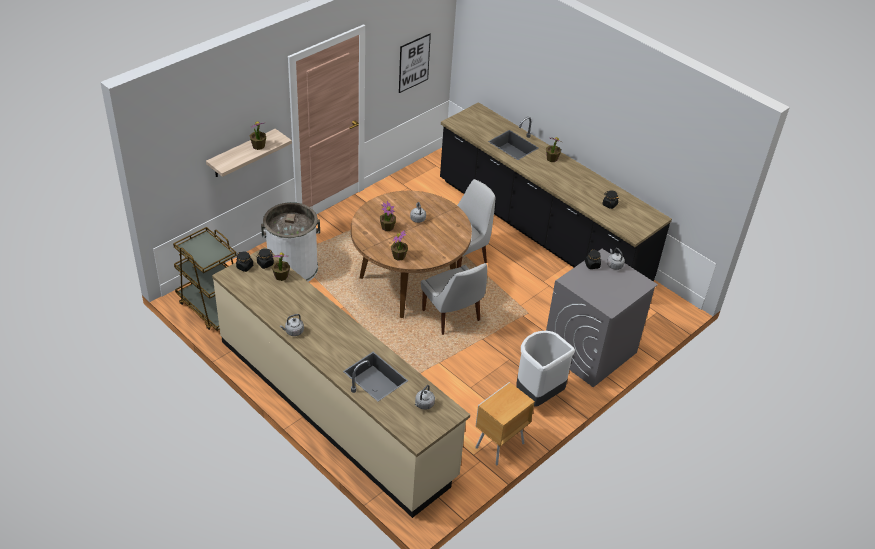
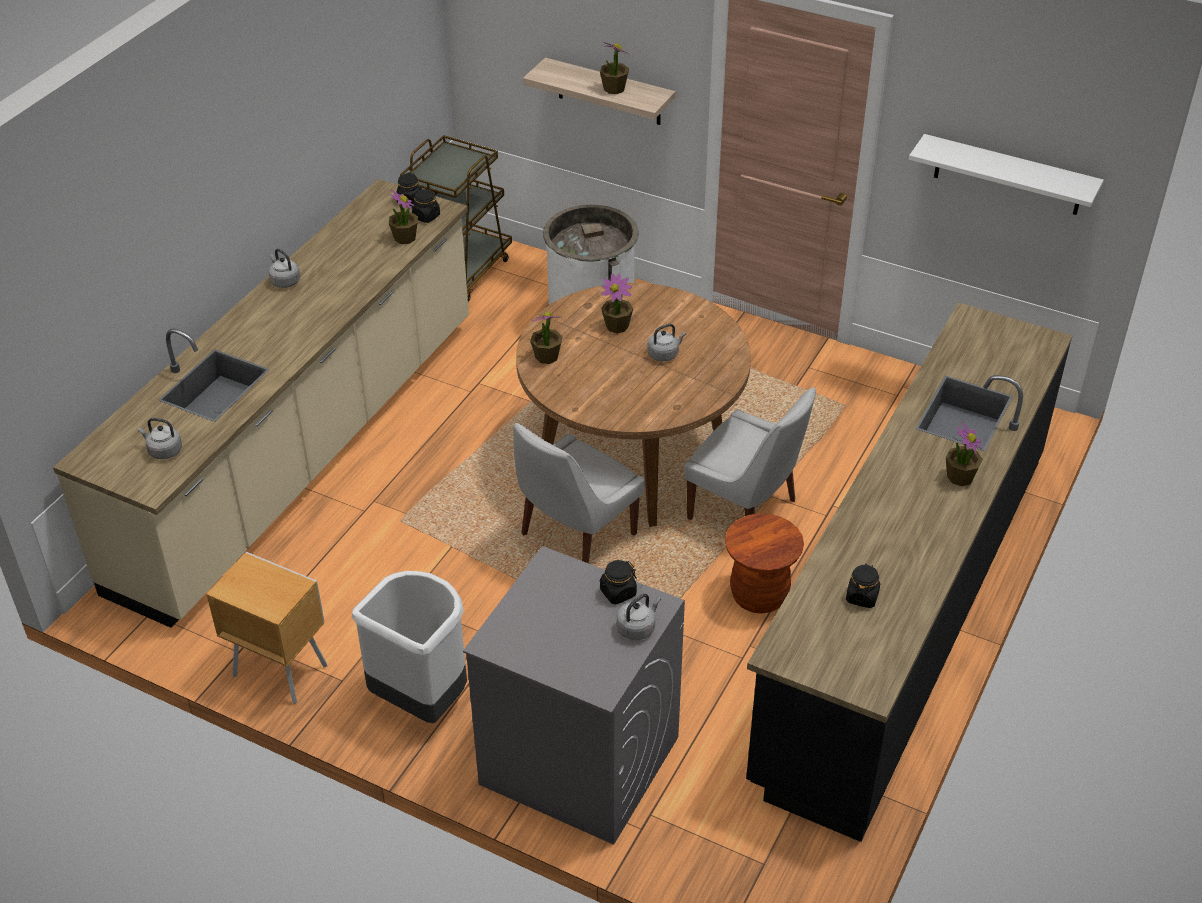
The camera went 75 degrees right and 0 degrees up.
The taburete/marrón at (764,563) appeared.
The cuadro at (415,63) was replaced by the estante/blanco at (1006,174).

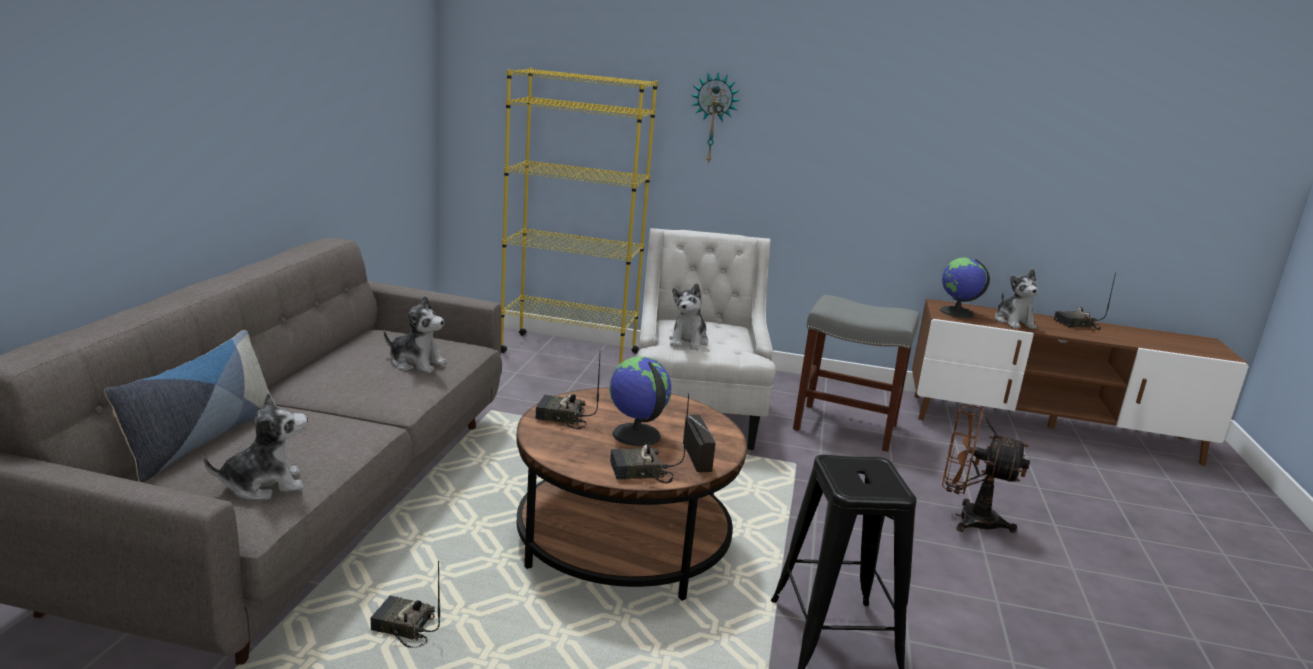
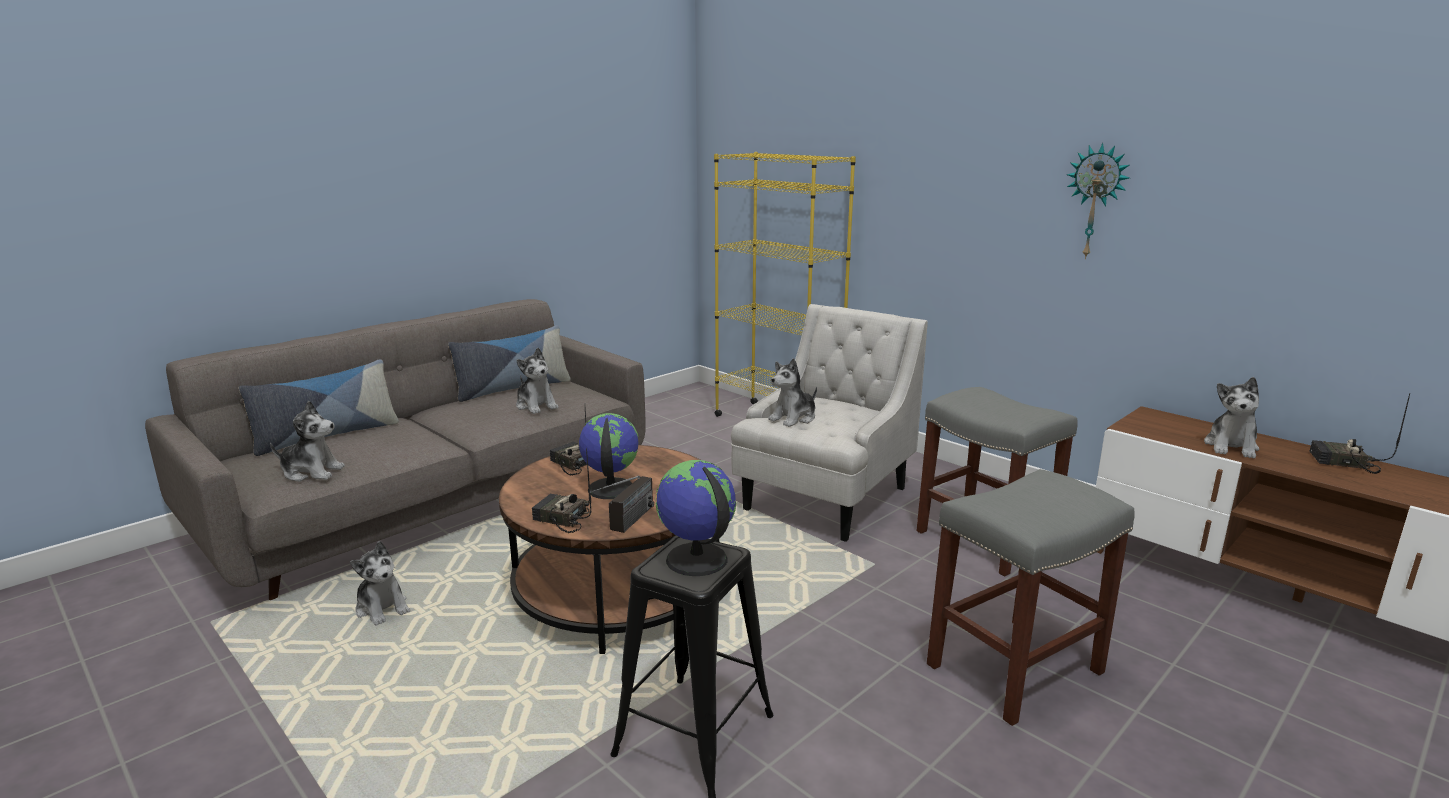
The camera went 35 degrees right and 0 degrees up.
The cojín at (509,363) appeared.
The reloj de pared moved from (715,118) to (1098,201).
The globo terráqueo moved from (965,287) to (695,518).
The radio at (405,604) was replaced by the peluche at (380,583).
The ventilador/marrón at (986,468) was replaced by the taburete/gris at (1031,597).

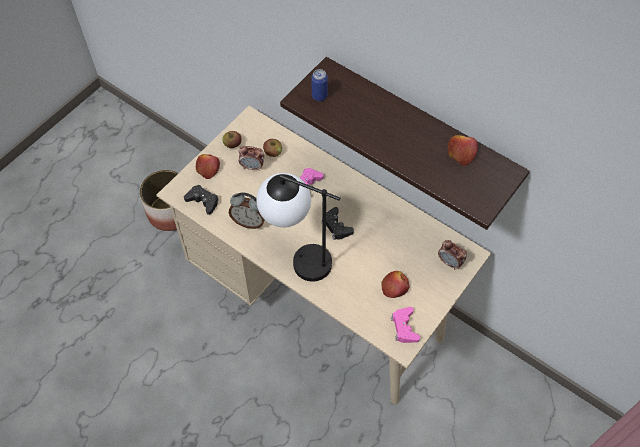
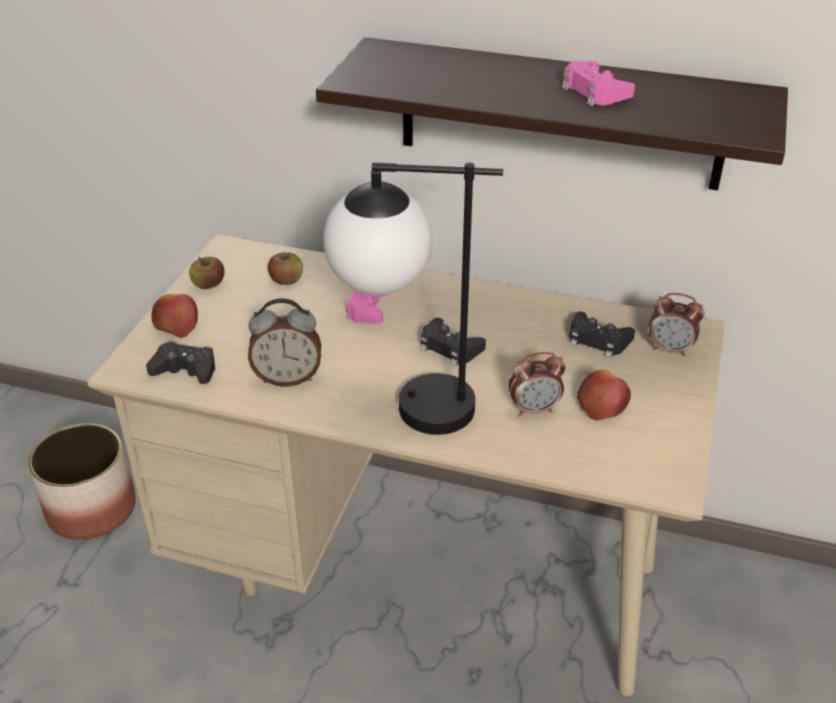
The camera went 20 degrees left and 20 degrees down.
The lata at (320,85) disappeared.
The manzana at (463,150) disappeared.
The mando de consola/negro at (602,334) appeared.
The despertador moved from (251,158) to (536,384).
The mando de consola/rosa moved from (405,325) to (598,83).

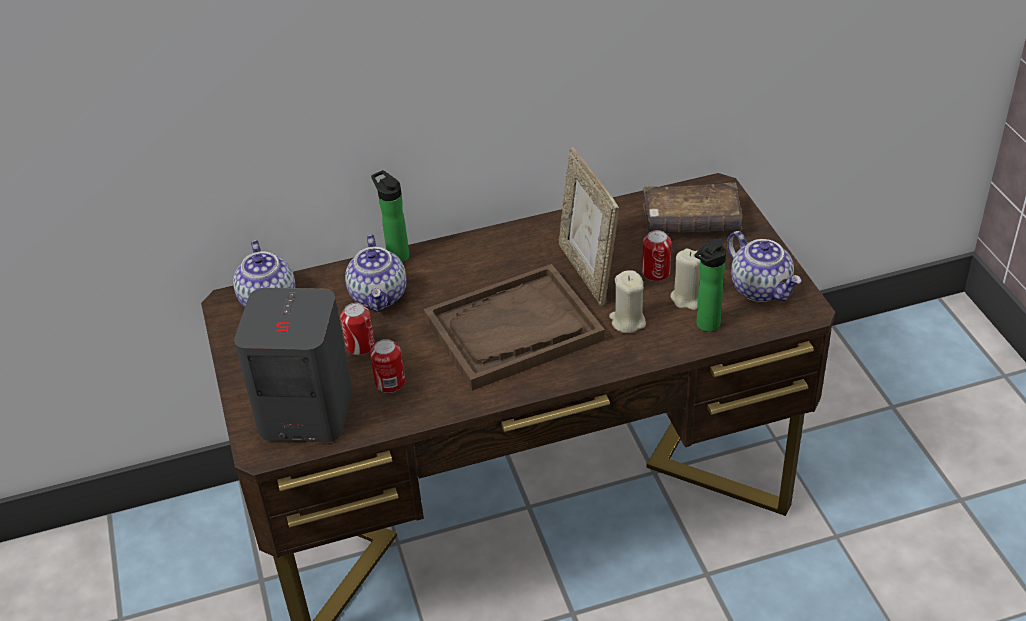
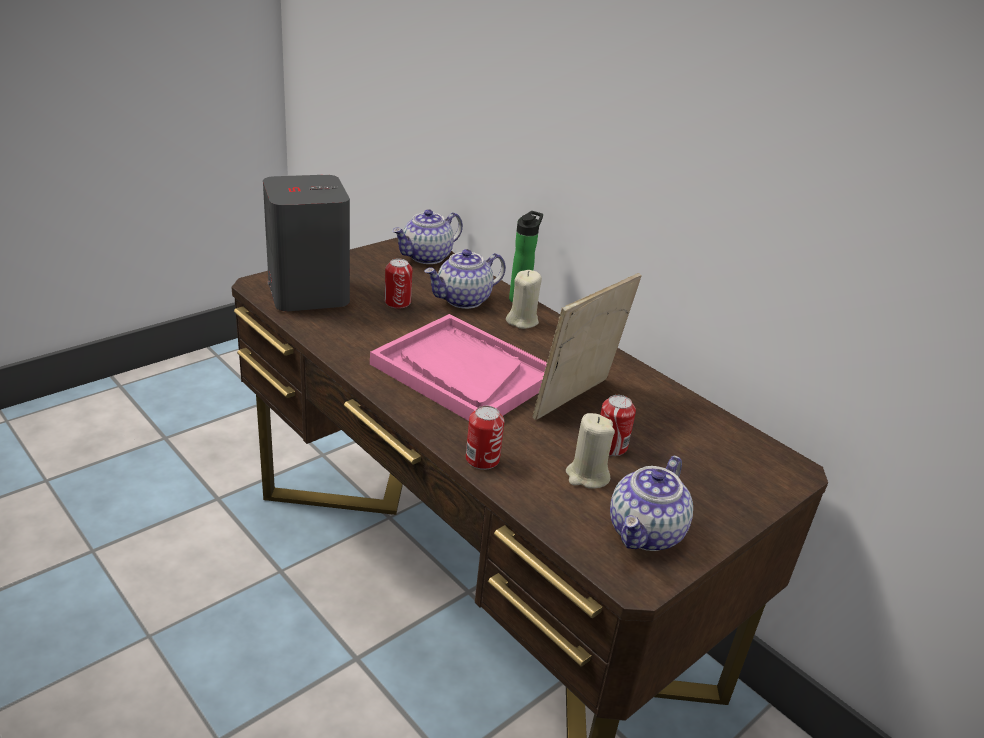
The camera went 60 degrees right and 10 degrees down.
The libro/marrón at (692,208) disappeared.
The botella at (710,285) disappeared.
The lata moved from (387,366) to (485,438).
The vela/beis moved from (627,301) to (524,299).
The bandeja/marrón at (514,327) became the bandeja/rosa at (458,367).

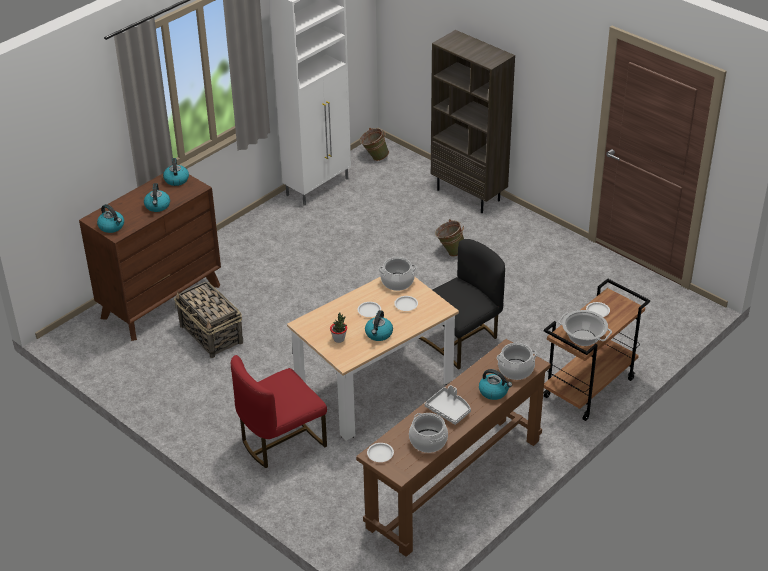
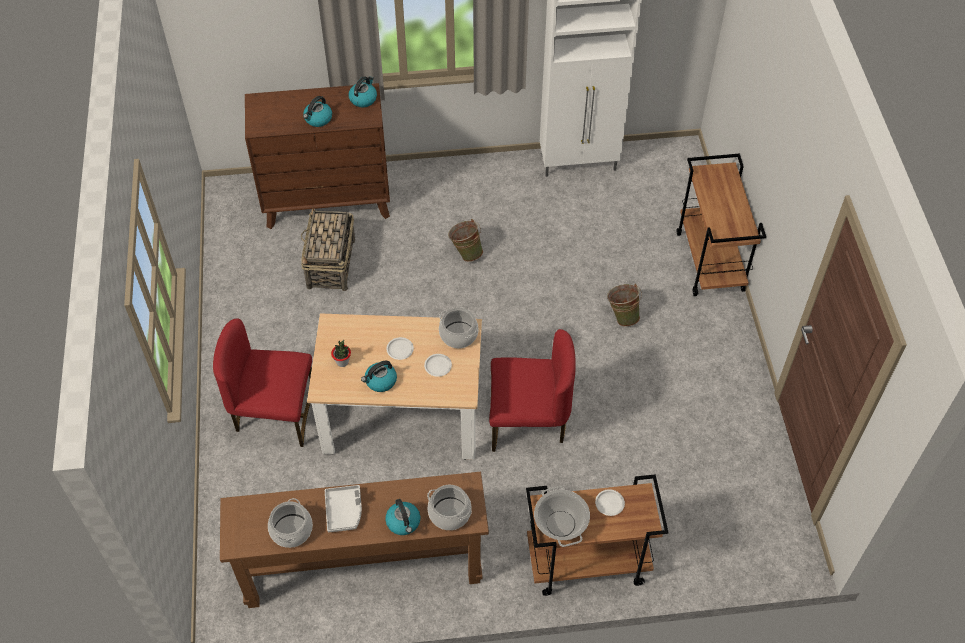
The camera went 40 degrees right and 15 degrees up.
The hervidor at (110,218) disappeared.
The plato/blanco at (380,452) disappeared.
The cubo/verde moved from (374,144) to (465,240).
The estantería/marrón at (473,121) was replaced by the carrito/marrón at (721,225).
The silla/negro at (462,304) became the silla/rojo at (532,390).

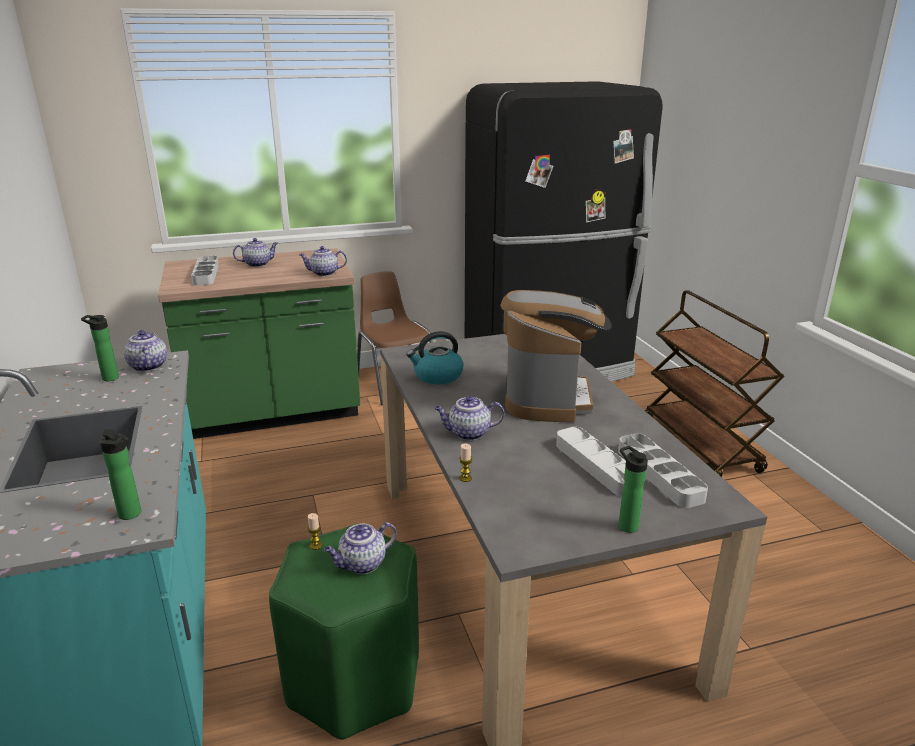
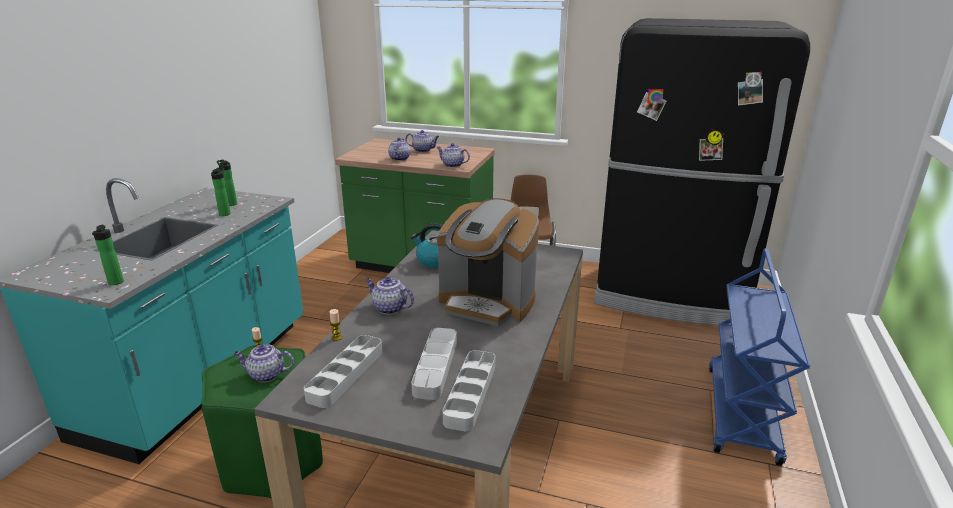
The camera went 35 degrees right and 0 degrees up.
The tetera moved from (145,351) to (399,149).
The bandeja/gris moved from (205,270) to (343,371).
The botella moved from (633,489) to (221,192).
The carrito/marrón at (714,383) became the carrito/azul at (759,357).
The cafetera at (556,356) turned 75 degrees clockwise.

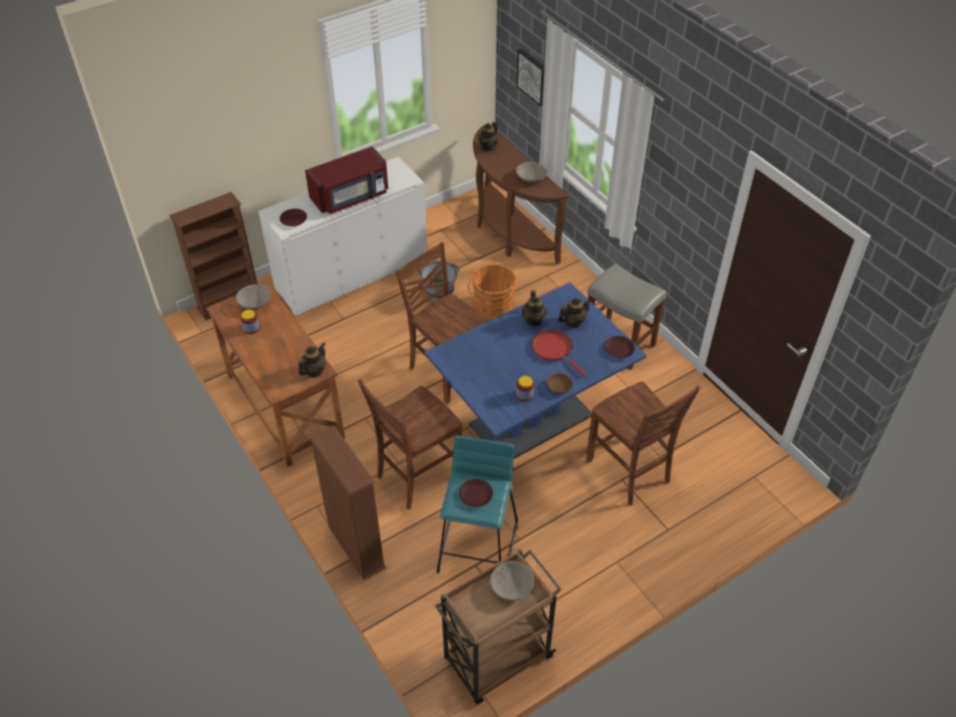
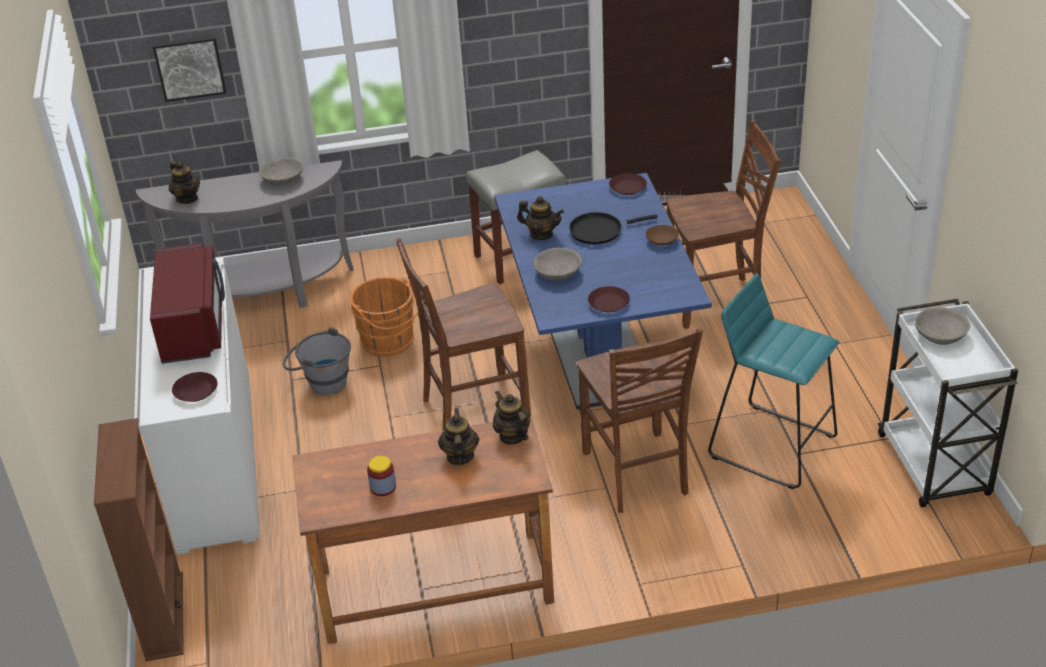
The camera went 65 degrees left and 10 degrees down.
The estantería/marrón at (348,503) disappeared.
The tarro at (525,388) disappeared.
The cuenco/gris moved from (253,297) to (558,264).
The plato/marrón moved from (476,493) to (609,299).
The tetera moved from (575,312) to (458,436).
The carrito/marrón at (498,626) became the carrito/blanco at (948,403).
The mesa consola/marrón at (521,194) became the mesa consola/gris at (245,234).
The sartén/rojo at (559,353) became the sartén/negro at (613,228).

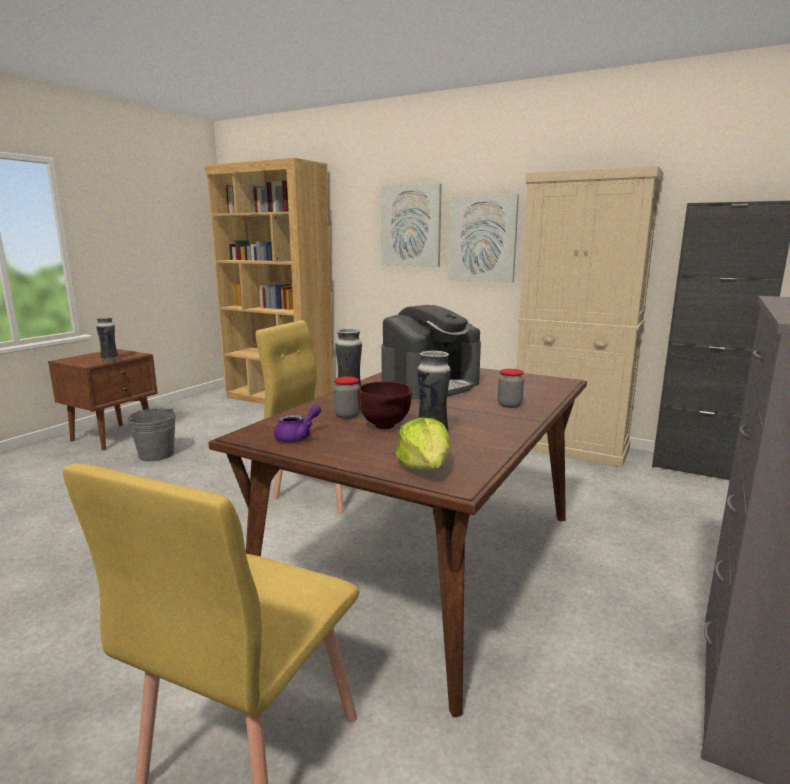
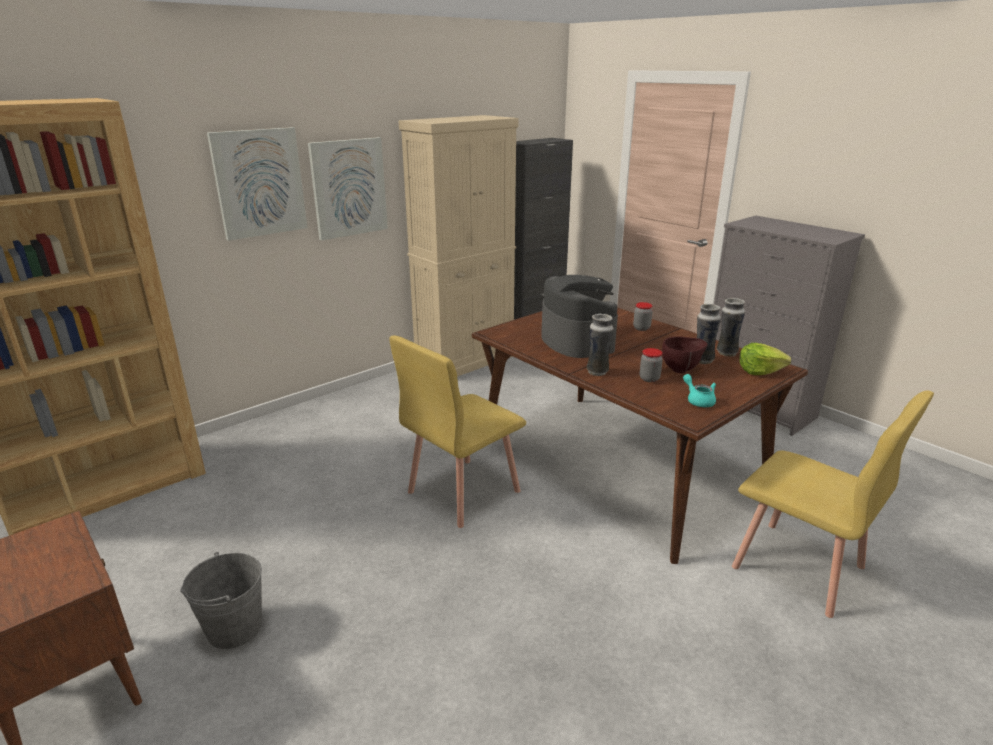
The camera went 70 degrees left and 10 degrees up.
The florero moved from (107,339) to (731,327).
The tetera/morado at (297,423) became the tetera/turquesa at (699,390).

